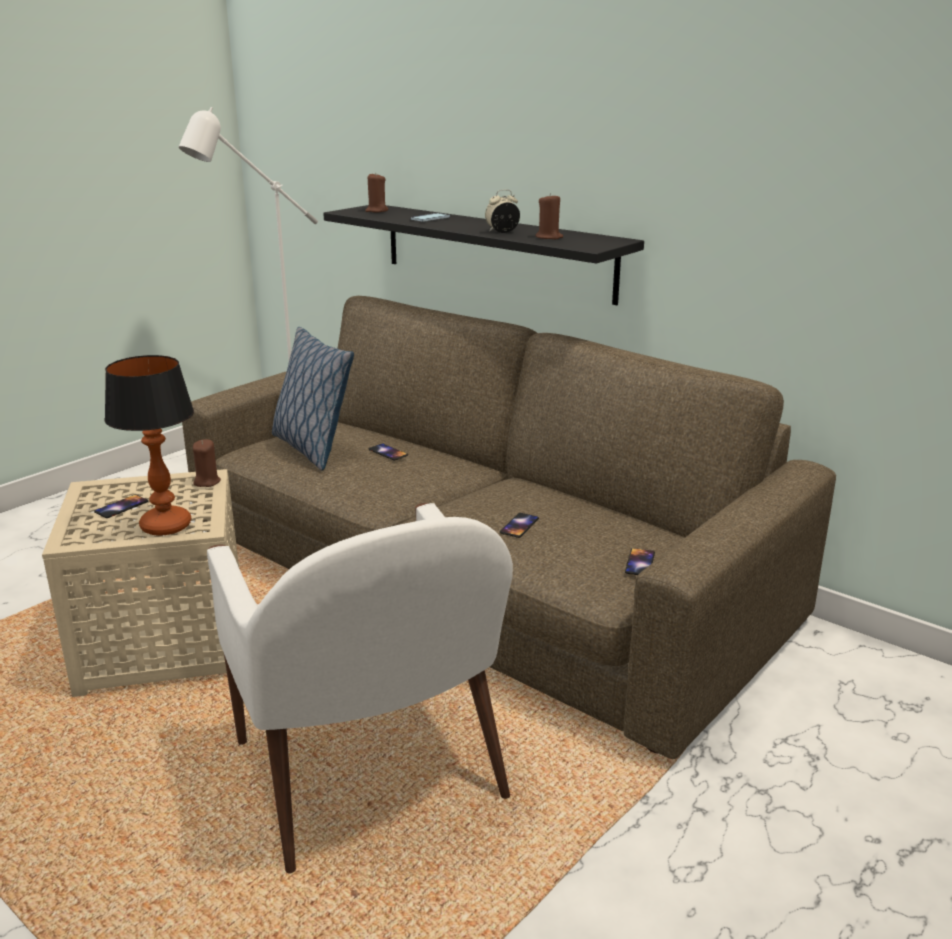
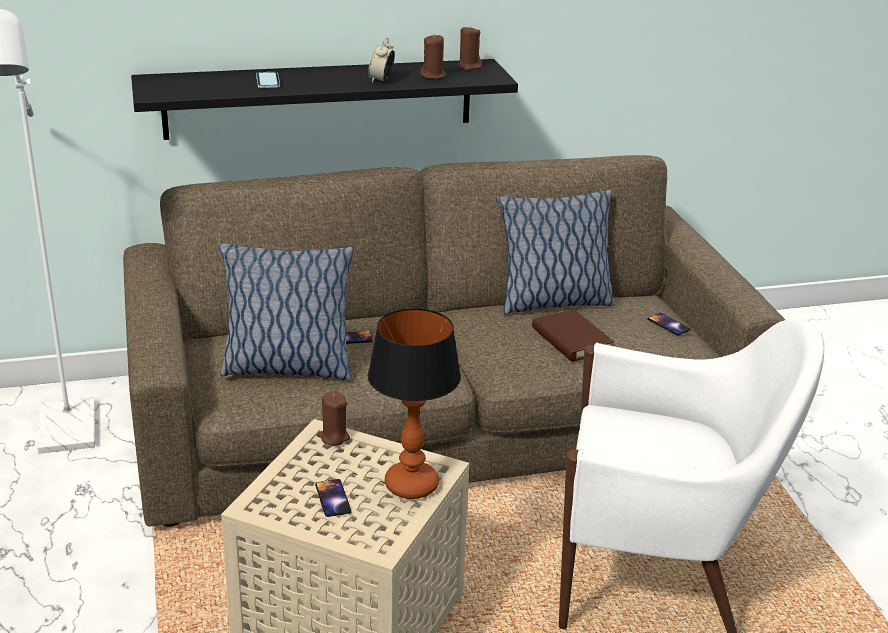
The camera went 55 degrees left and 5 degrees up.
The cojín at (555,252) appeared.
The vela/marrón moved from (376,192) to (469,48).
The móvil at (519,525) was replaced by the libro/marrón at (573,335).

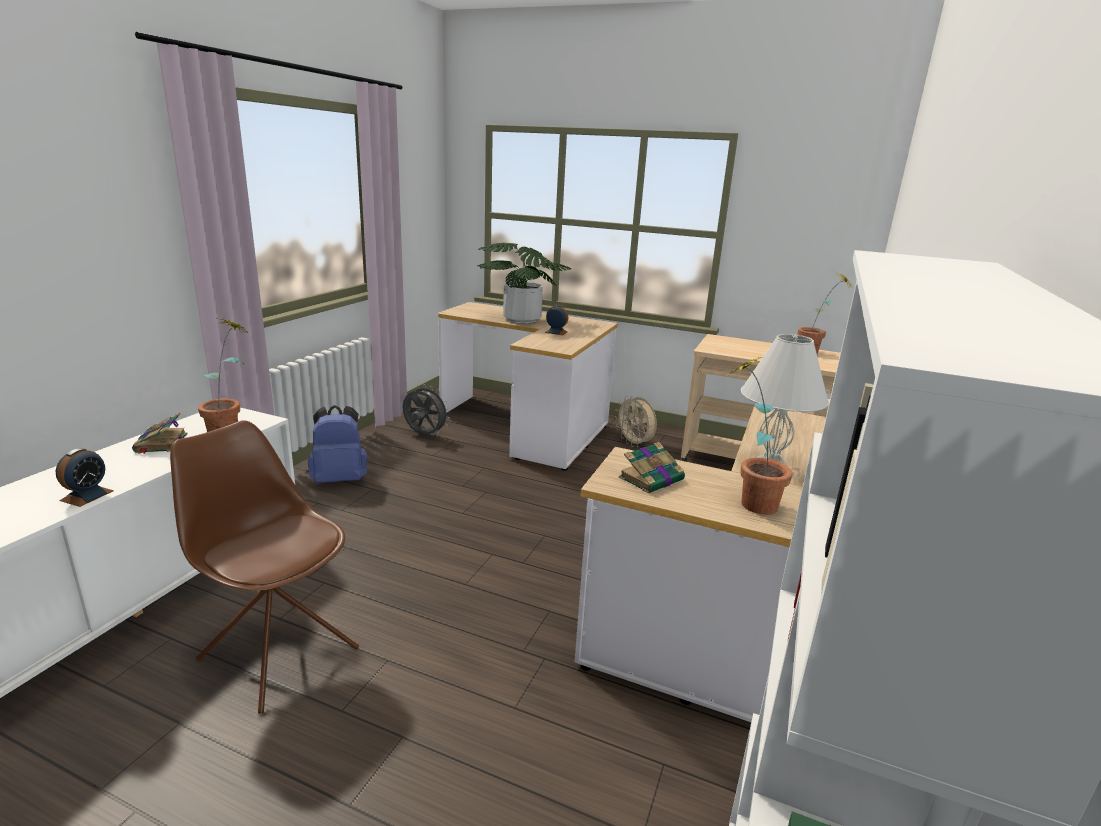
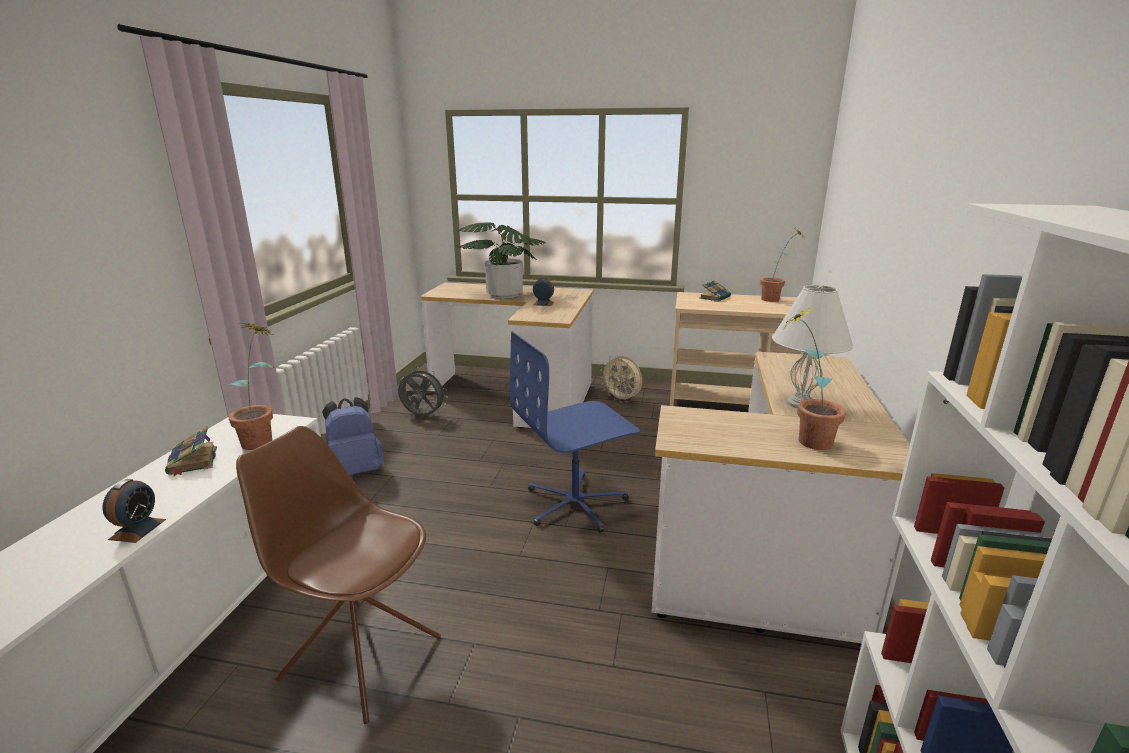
The camera went 10 degrees left and 0 degrees up.
The silla de oficina/azul at (575,432) appeared.
The libro moved from (652,468) to (715,291).

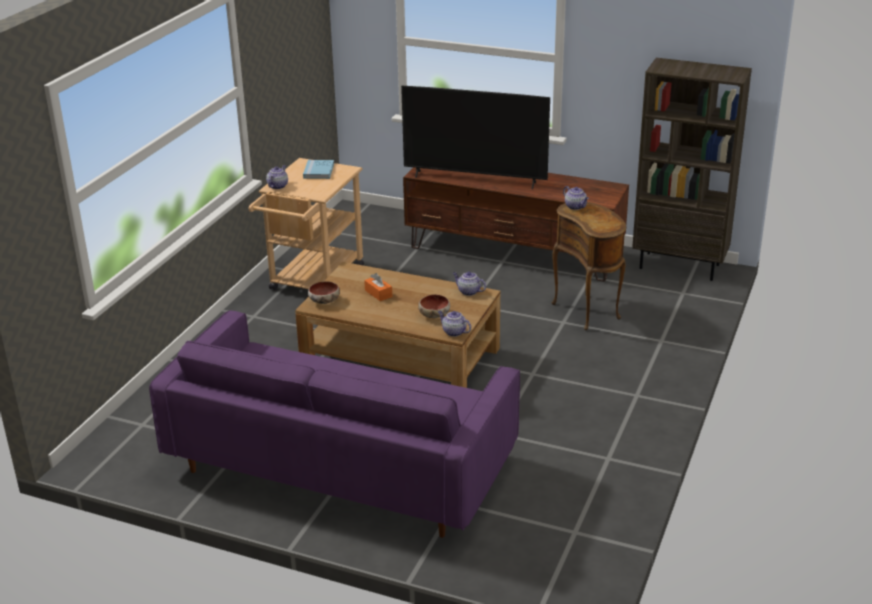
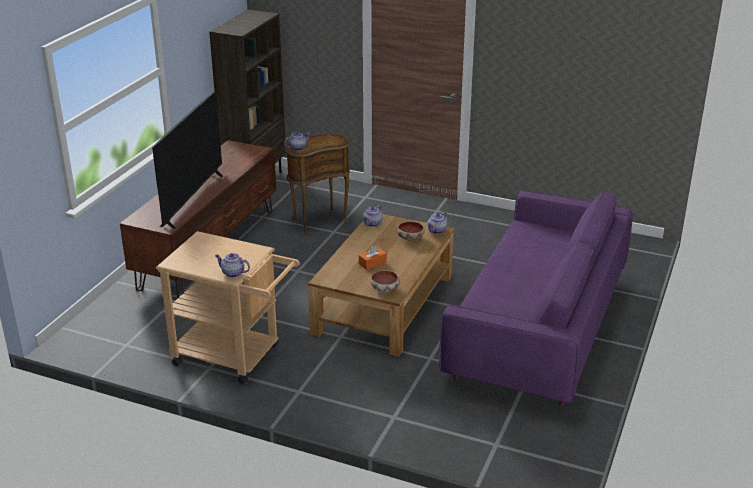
The camera went 90 degrees left and 0 degrees up.
The libro/azul at (318,169) disappeared.

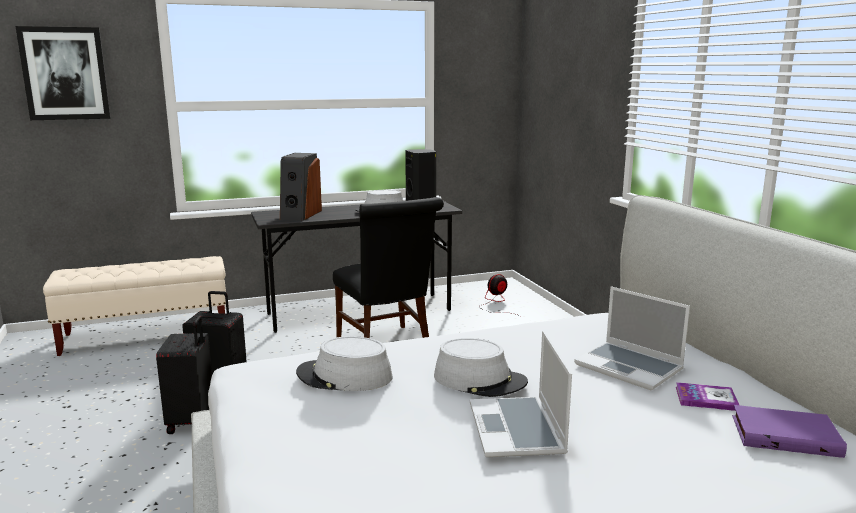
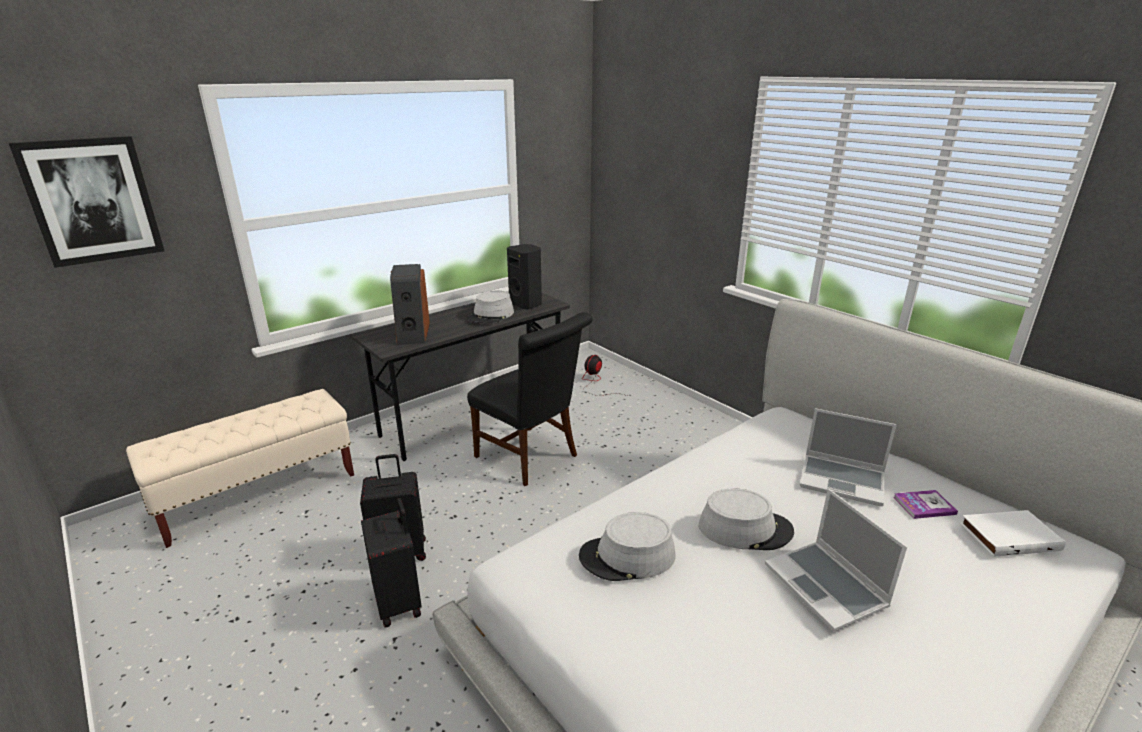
The camera went 20 degrees left and 10 degrees up.
The libro/morado at (789,431) became the libro/blanco at (1013,533).

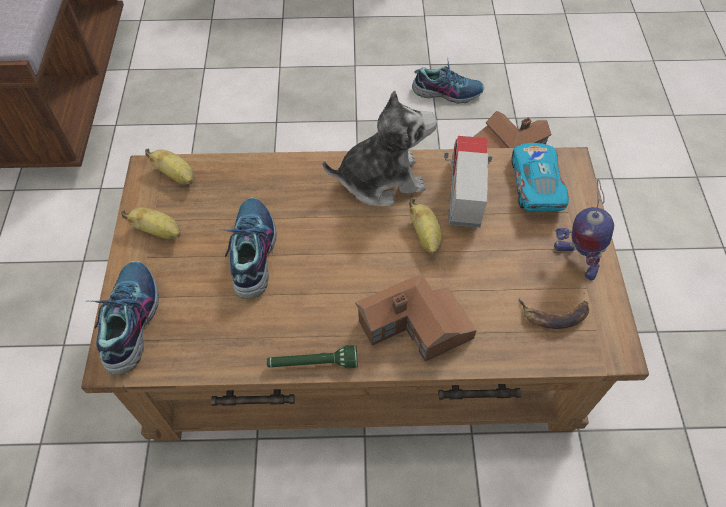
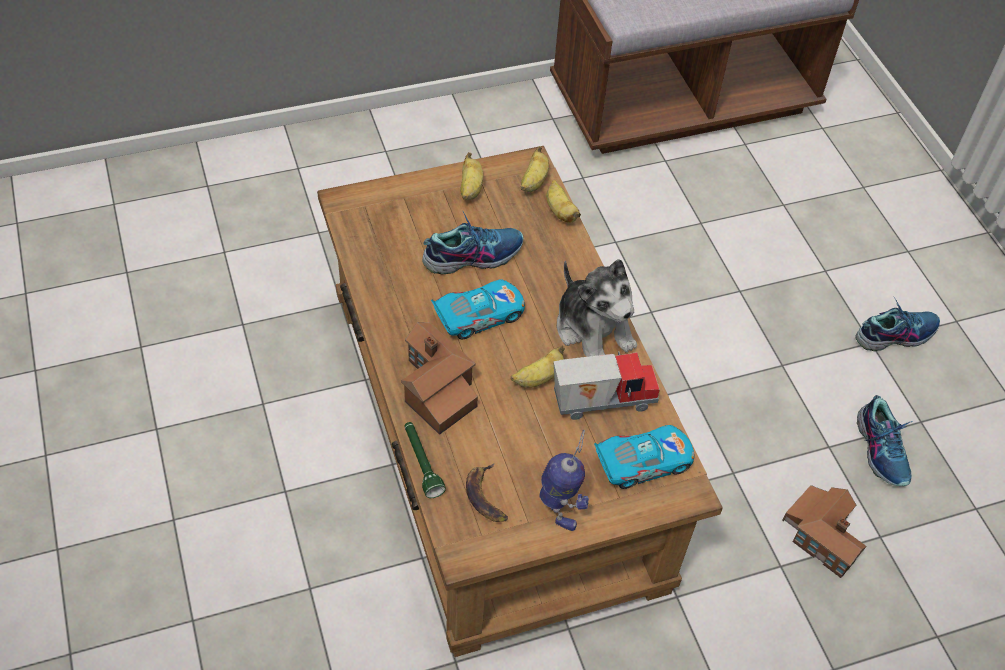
The camera went 70 degrees right and 5 degrees down.
The coche de juguete at (478,309) appeared.
The plátano at (563,201) appeared.
The zapato moved from (122,318) to (897,324).
The linterna/verde moved from (312,356) to (425,460).
The robot de juguete at (584,230) turned 120 degrees clockwise.

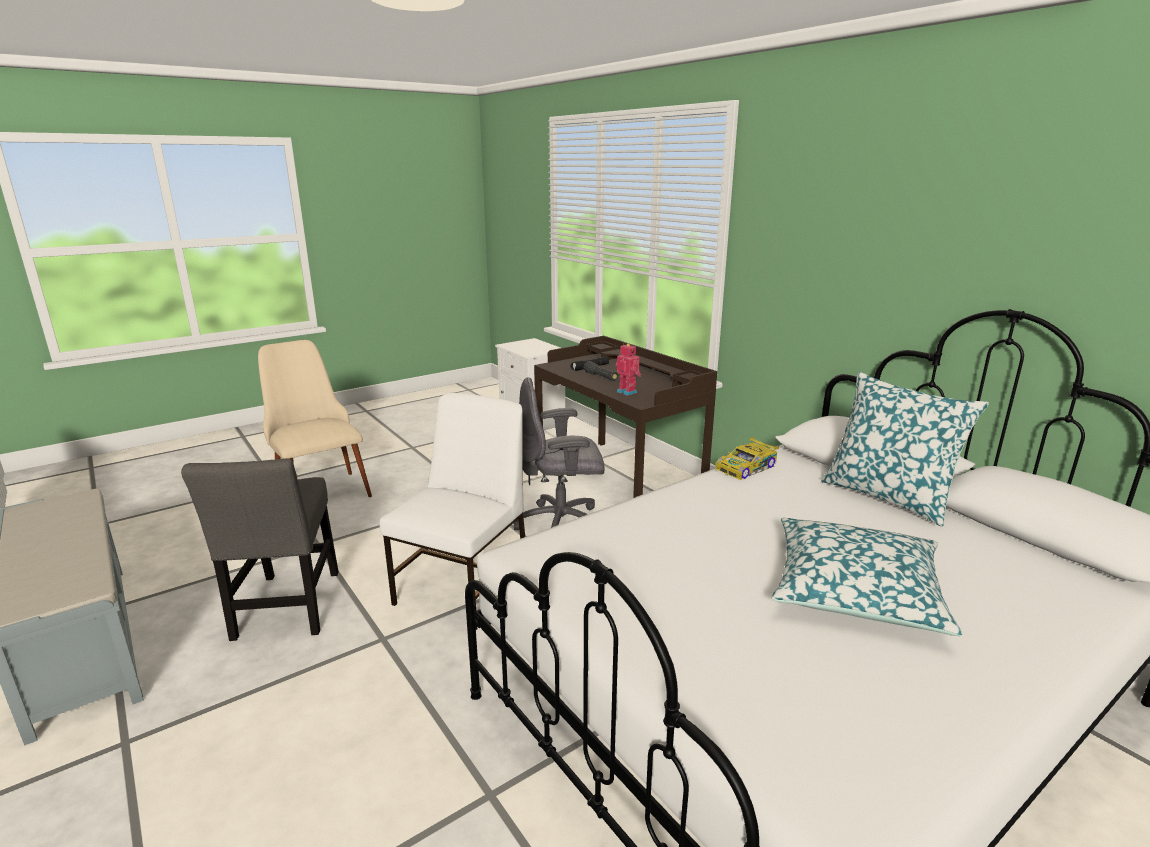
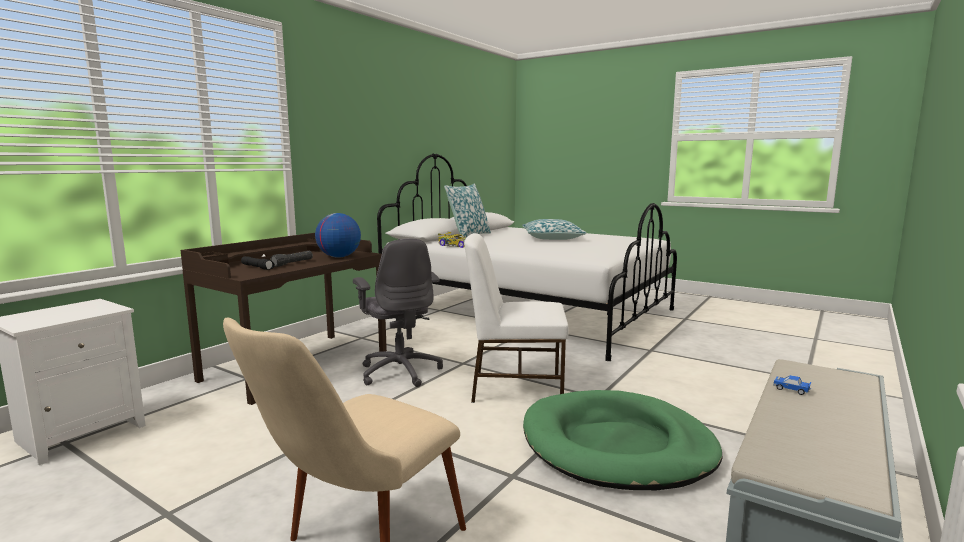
The camera went 110 degrees left and 10 degrees down.
The coche de juguete at (792,385) appeared.
The silla/gris at (260,549) was replaced by the cama para perro/verde at (622,440).
The robot de juguete at (628,369) was replaced by the globo terráqueo at (338,235).

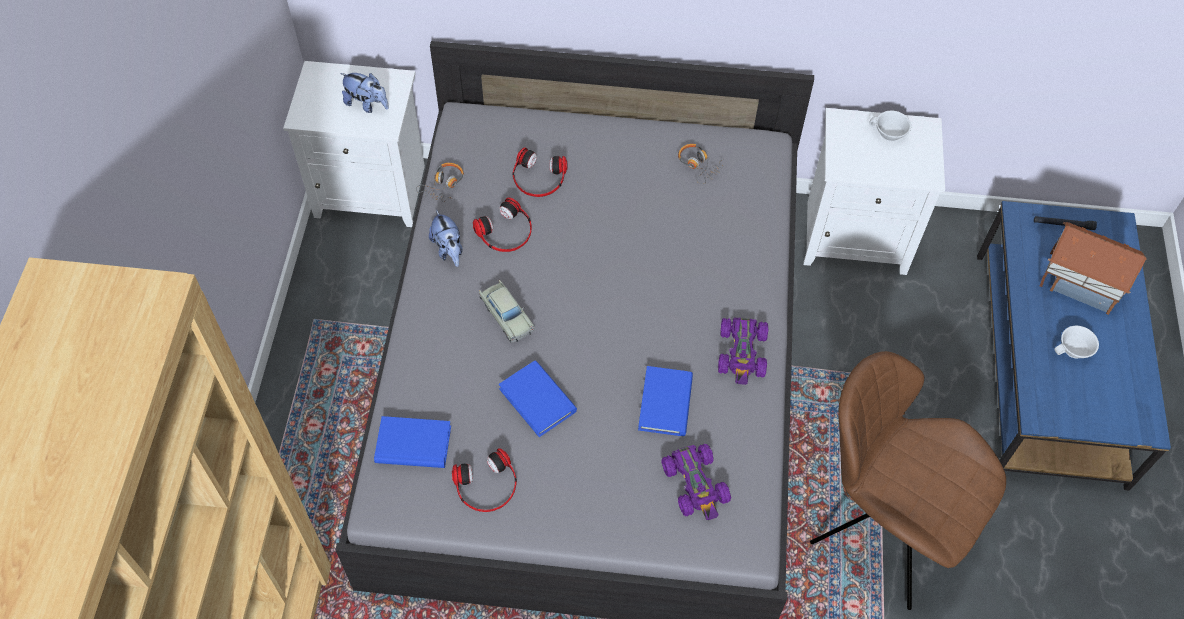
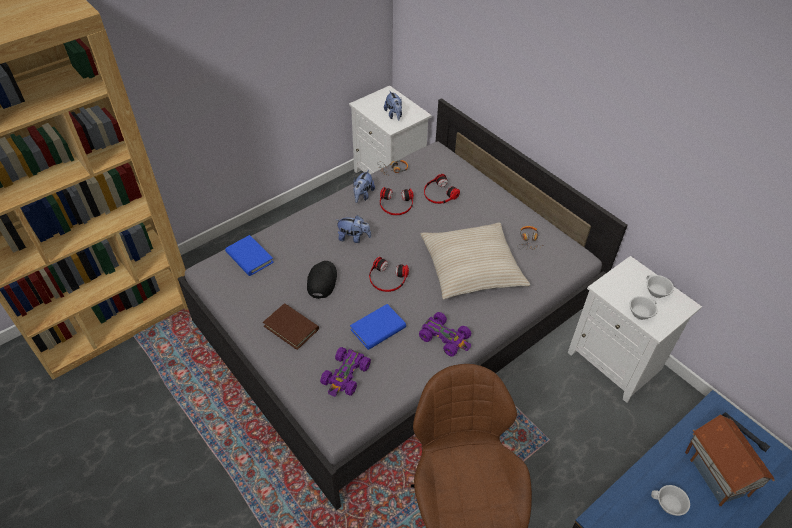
The camera went 45 degrees right and 10 degrees down.
The libro/marrón at (291,326) appeared.
The cojín/beis at (475,260) appeared.
The taza/blanco at (643,308) appeared.
The auriculares moved from (484,480) to (389,274).
The coche de juguete/beis at (507,311) was replaced by the peluche at (353,229).
The libro/azul at (538,398) was replaced by the gorra/negro at (322,280).
The coche de juguete/morado at (743,351) turned 105 degrees counterclockwise.

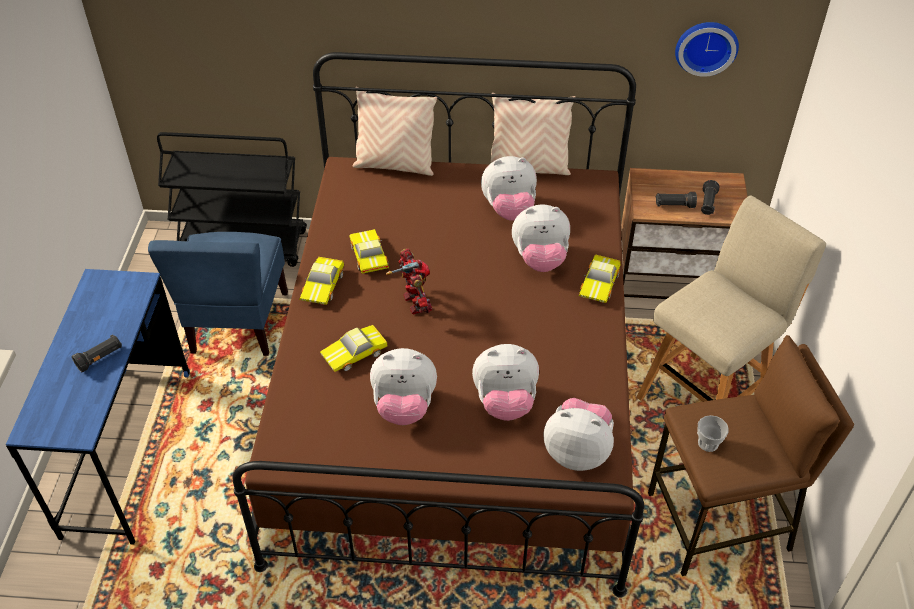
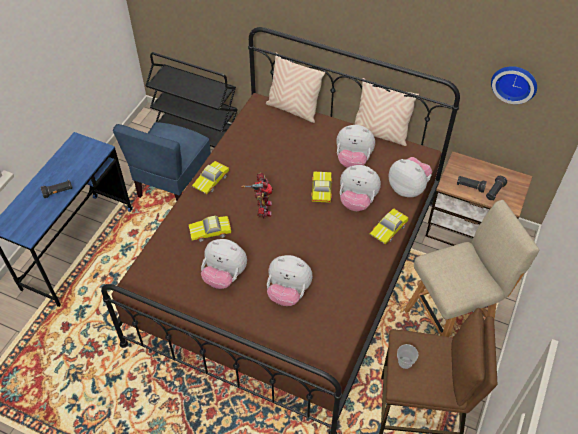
The camera went 20 degrees right and 5 degrees up.
The coche de juguete moved from (369,251) to (321,187).
The peluche moved from (579,434) to (410,177).

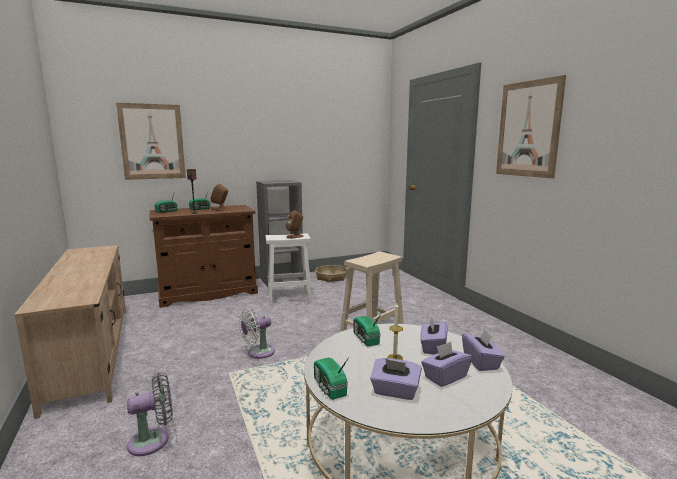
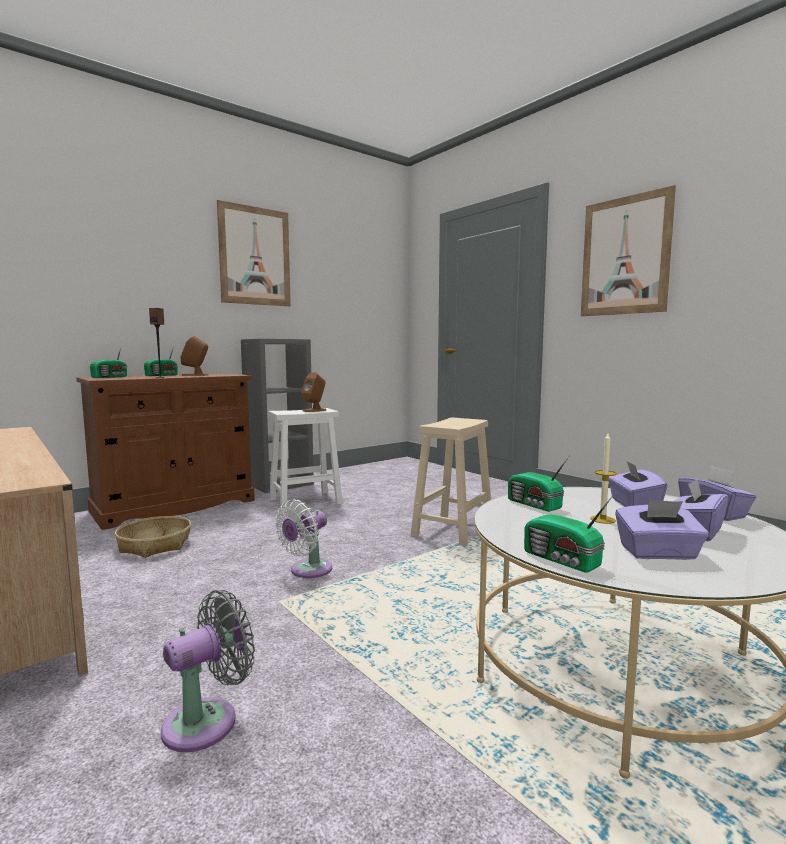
The camera went 15 degrees left and 5 degrees down.
The cuadro moved from (151,141) to (254,253).
The cesta moved from (331,274) to (153,537).

